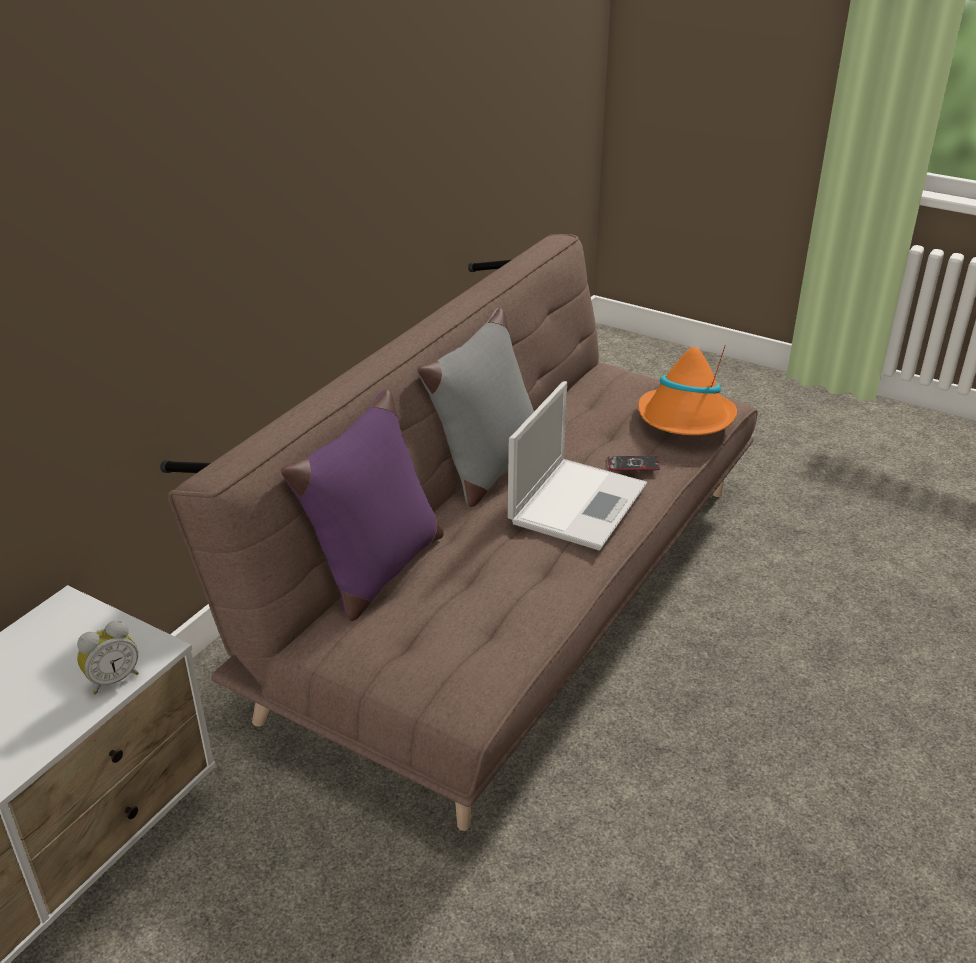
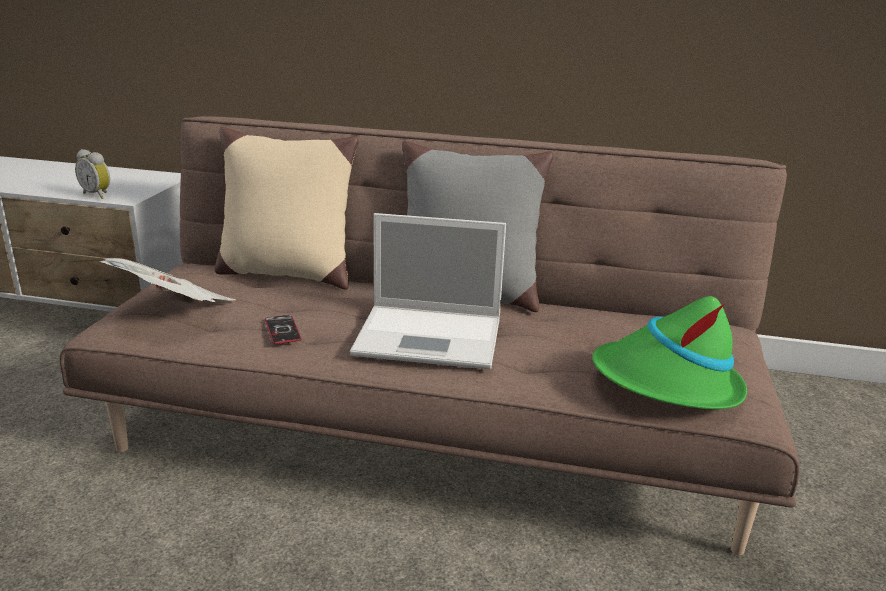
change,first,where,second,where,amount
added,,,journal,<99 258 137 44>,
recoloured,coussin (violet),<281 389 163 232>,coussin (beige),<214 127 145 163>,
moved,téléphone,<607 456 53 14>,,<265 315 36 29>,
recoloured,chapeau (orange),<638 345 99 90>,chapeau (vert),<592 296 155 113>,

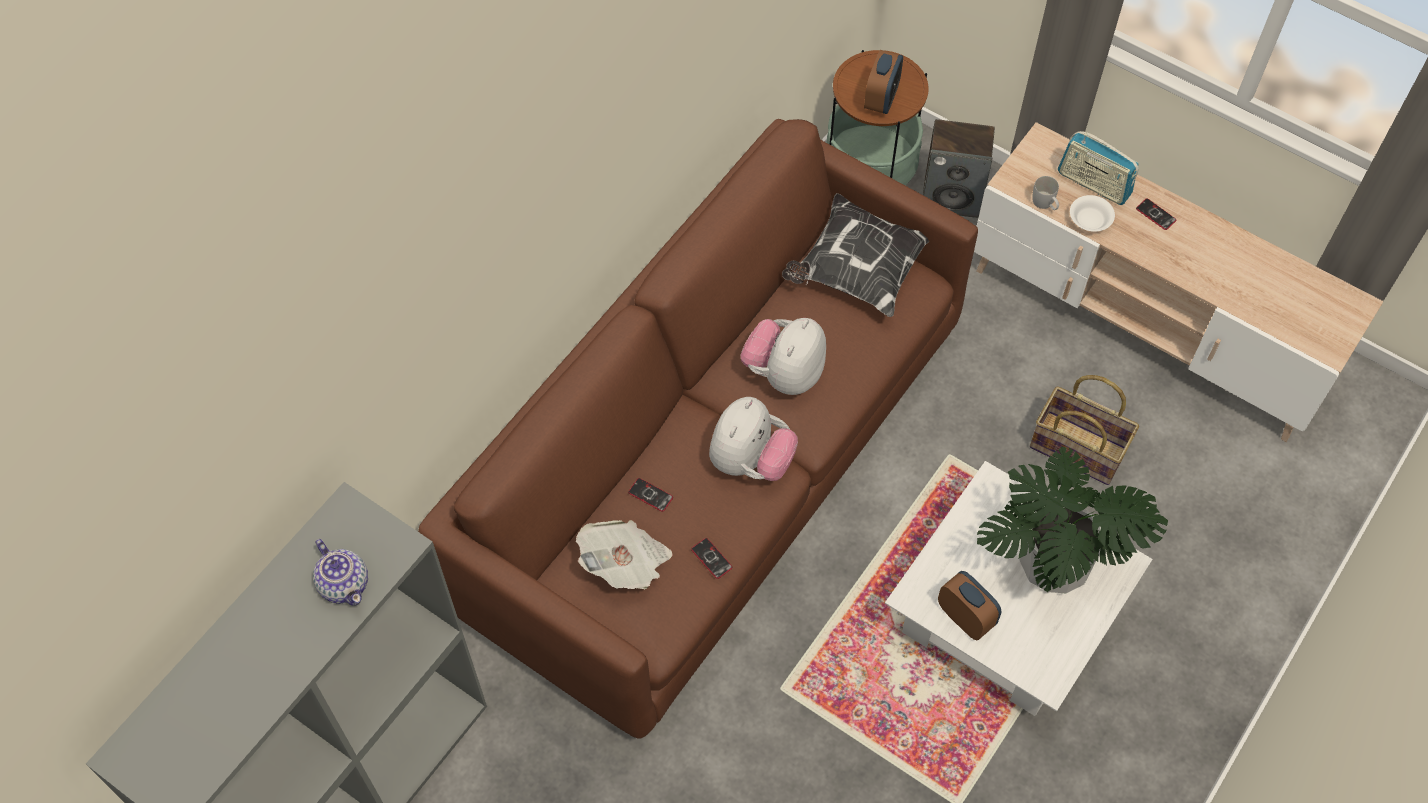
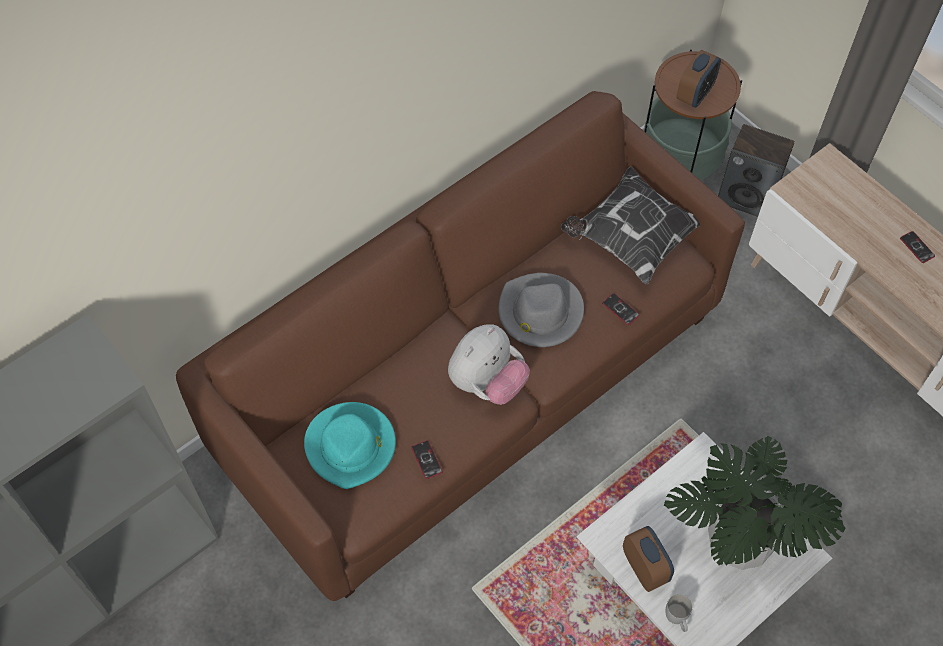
change,first,where,second,where,amount
replaced,journal,<576 520 97 69>,chapeau (turquoise),<304 402 92 87>,
replaced,peluche,<741 318 85 77>,chapeau (gris),<498 273 86 74>,
moved,téléphone,<628 478 45 34>,,<602 293 38 32>,
moved,mug (blanc),<1032 176 27 34>,,<666 594 26 38>,
removed,théière,<313 539 55 67>,,,
removed,panier,<1030 375 109 110>,,,
removed,radio,<1058 131 81 74>,,,
removed,bol (blanc),<1070 195 45 37>,,,

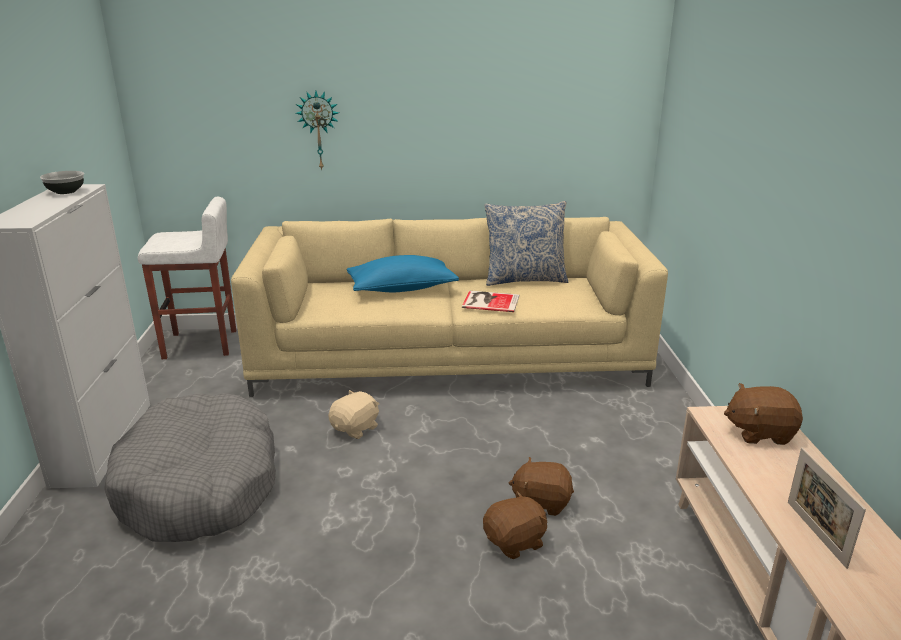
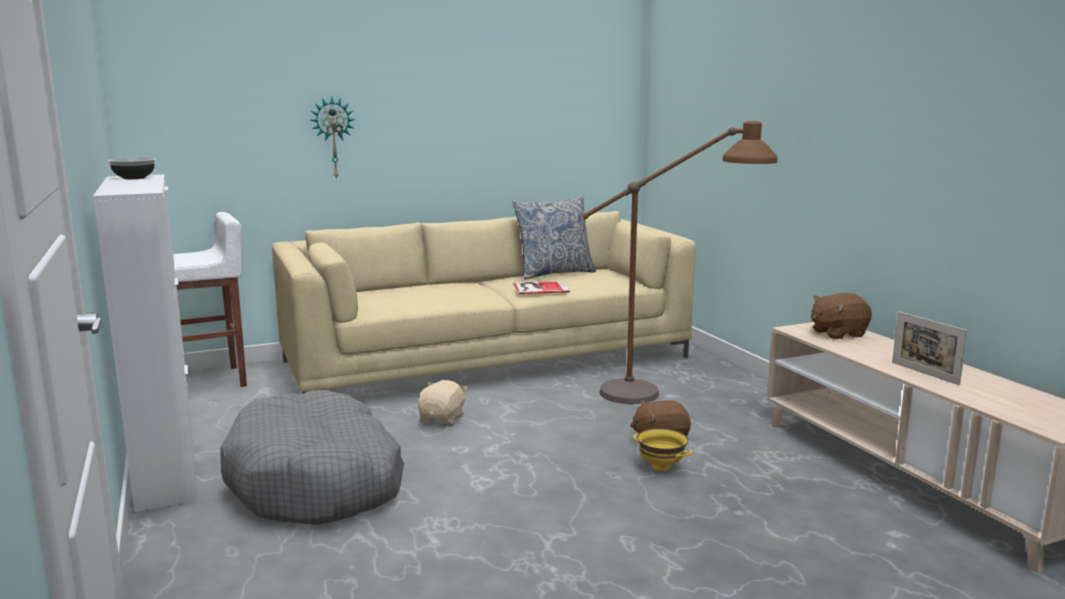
change,first,where,second,where,amount
added,,,lampadaire (marron),<581 121 197 283>,
replaced,peluche (marron),<483 491 64 68>,bol (jaune),<633 428 59 43>,
removed,coussin (bleu),<346 255 113 37>,,,

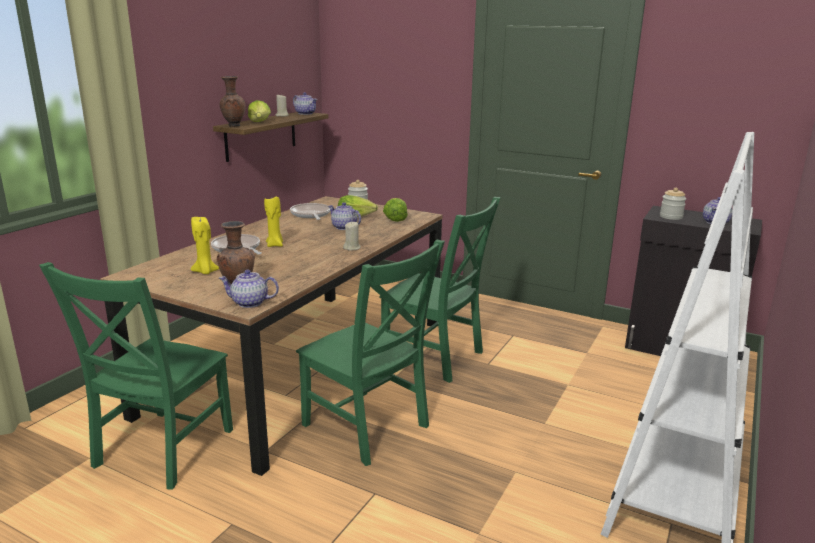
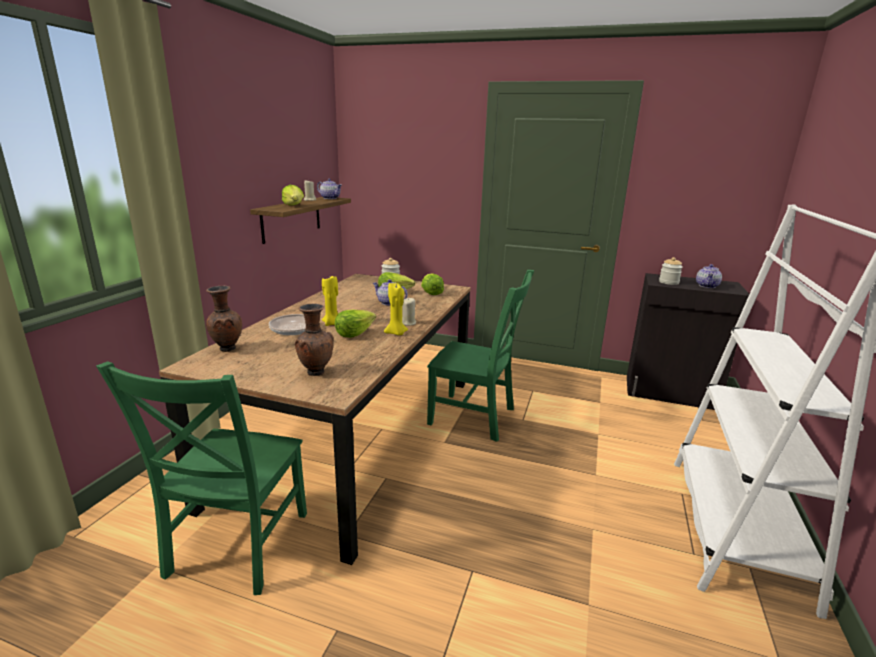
change,first,where,second,where,amount
moved,vase (marron),<220 76 25 51>,,<206 286 36 66>,
added,,,laitue,<335 310 41 28>,
moved,bougie (jaune),<191 217 28 57>,,<384 283 24 52>,
removed,théière,<219 269 60 39>,,,
removed,poêle,<290 203 40 17>,,,
removed,chaise (vert),<296 240 149 226>,,,

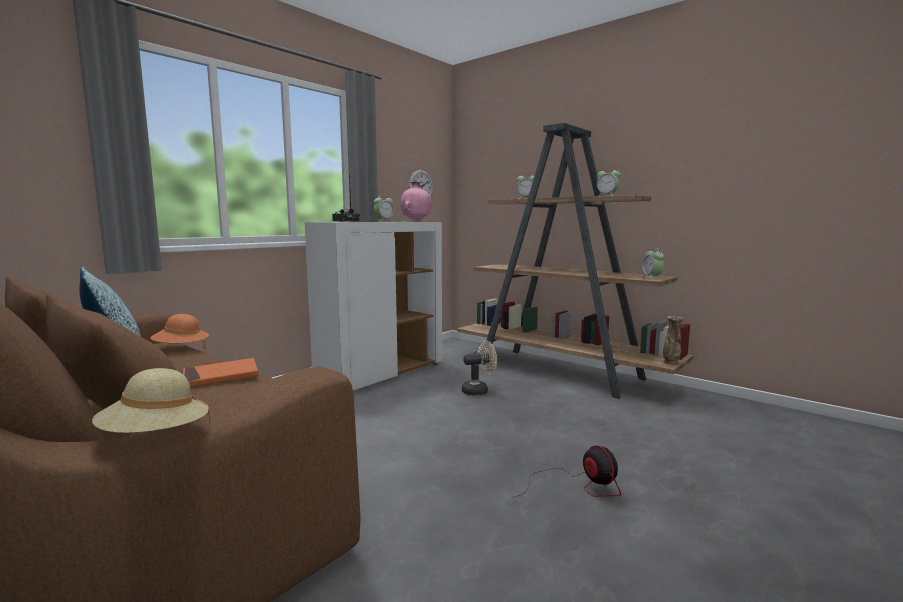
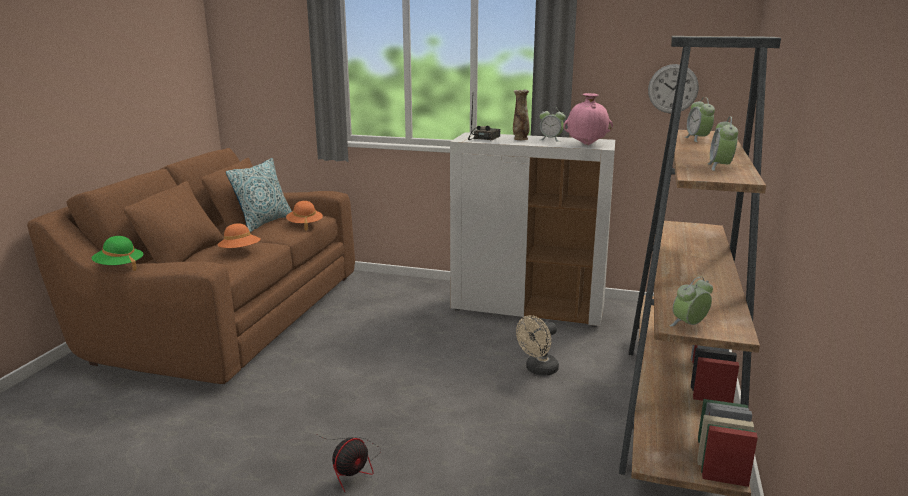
change,first,where,second,where,amount
recoloured,chapeau (beige),<92 368 118 65>,chapeau (vert),<92 236 51 35>,
replaced,livre (orange),<183 358 75 29>,chapeau (orange),<217 223 44 25>,
moved,vase,<663 316 20 49>,,<513 90 16 50>,
turned,ventilateur (beige),<462 341 35 54>,,<516 315 43 61>,90 degrees clockwise

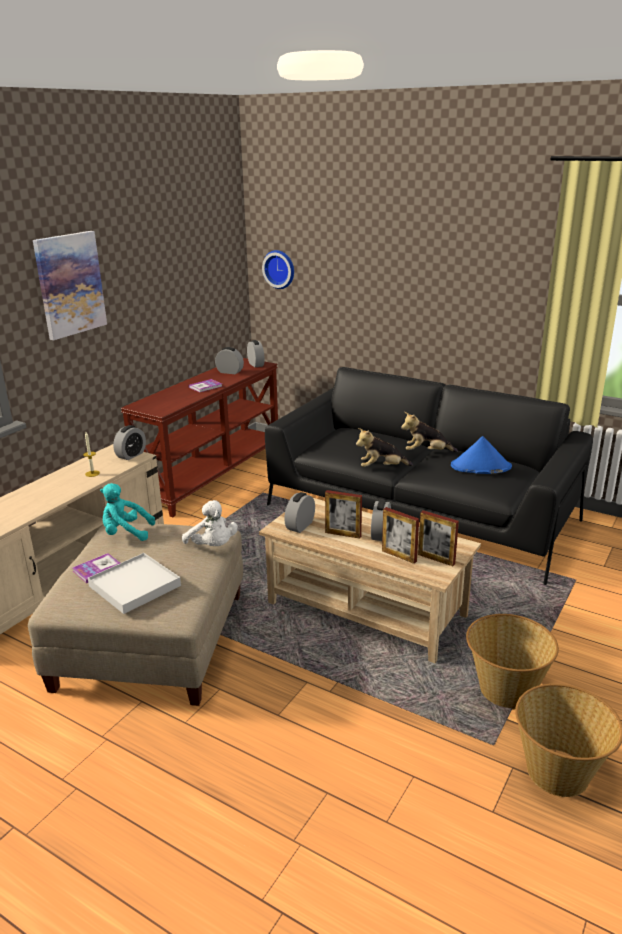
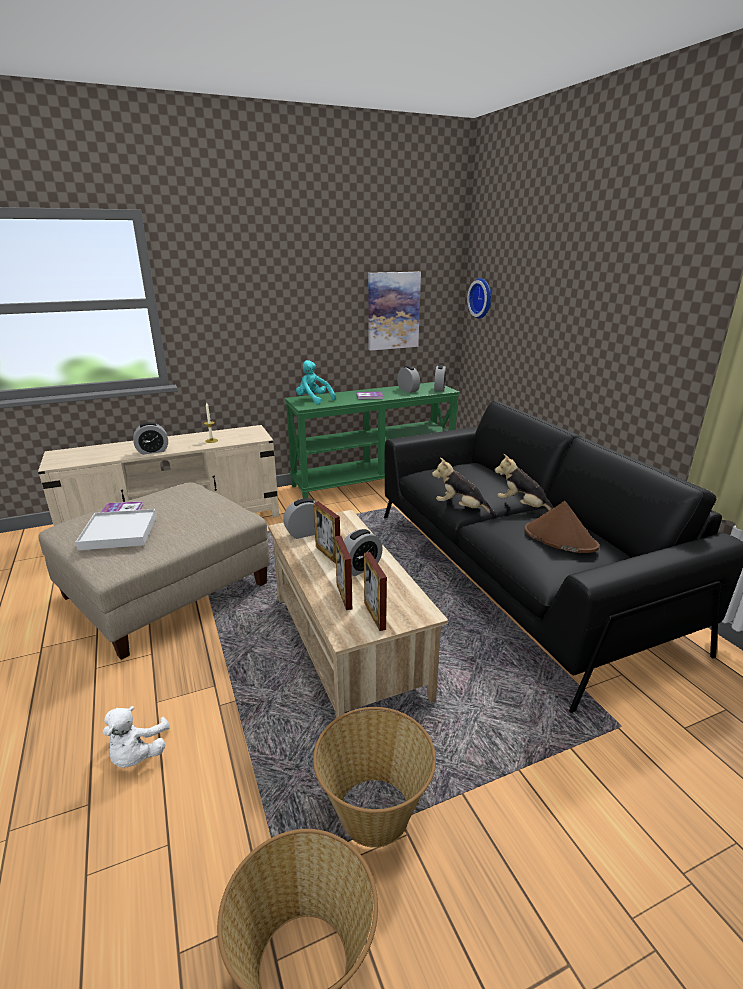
change,first,where,second,where,amount
moved,peluche (blanc),<182 500 56 46>,,<103 706 67 62>,
moved,réveil,<113 425 33 35>,,<133 422 35 33>,
recoloured,table console (marron),<120 358 158 159>,table console (vert),<284 382 176 116>,
moved,peluche (turquoise),<100 483 55 58>,,<296 360 40 44>,
moved,tableau,<33 231 74 109>,,<368 272 53 79>,
recoloured,chapeau (bleu),<451 436 61 38>,chapeau (marron),<524 501 75 52>,

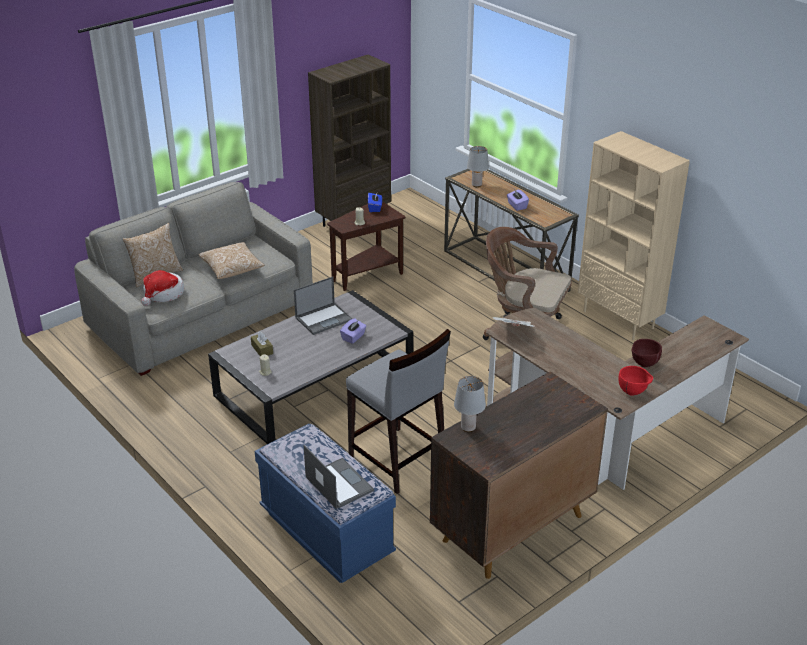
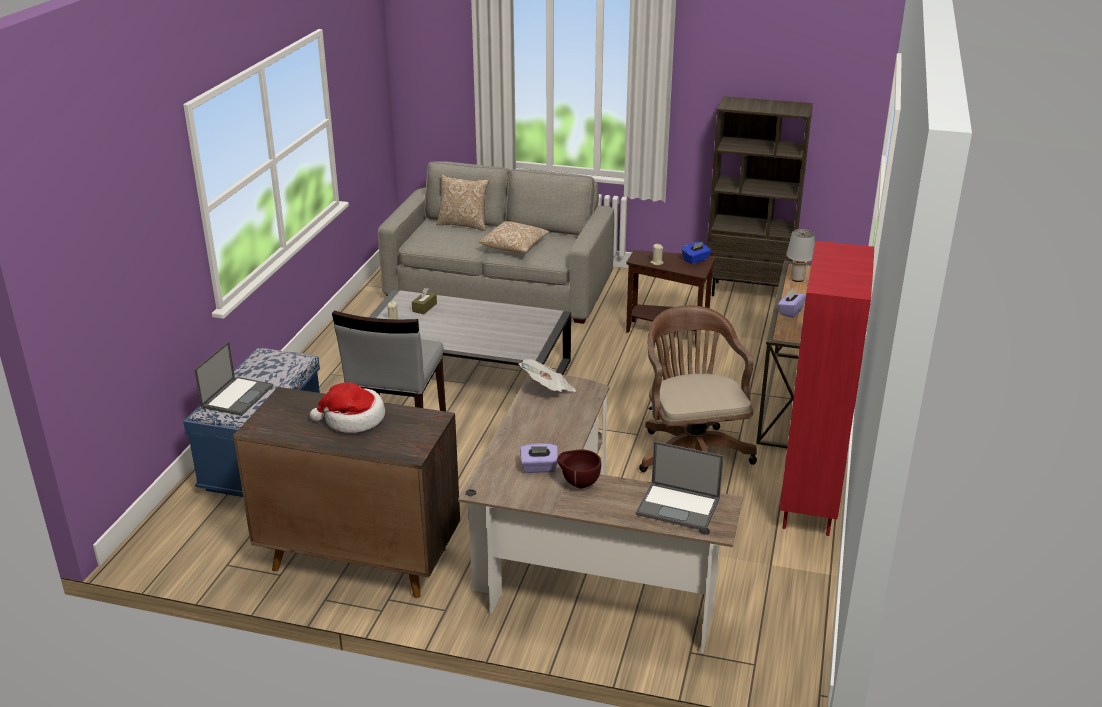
change,first,where,second,where,amount
moved,chapeau,<141 270 43 36>,,<310 382 75 51>,
moved,boîte à mouchoirs (violet),<340 318 26 26>,,<520 443 38 30>,
moved,ordinateur portable,<294 277 58 58>,,<636 441 87 90>,
recoloured,bibliothèque (beige),<578 131 112 209>,bibliothèque (rouge),<780 241 94 295>,
removed,lampe de table (gris),<454 376 32 56>,,,
removed,bol (rouge),<619 366 34 30>,,,

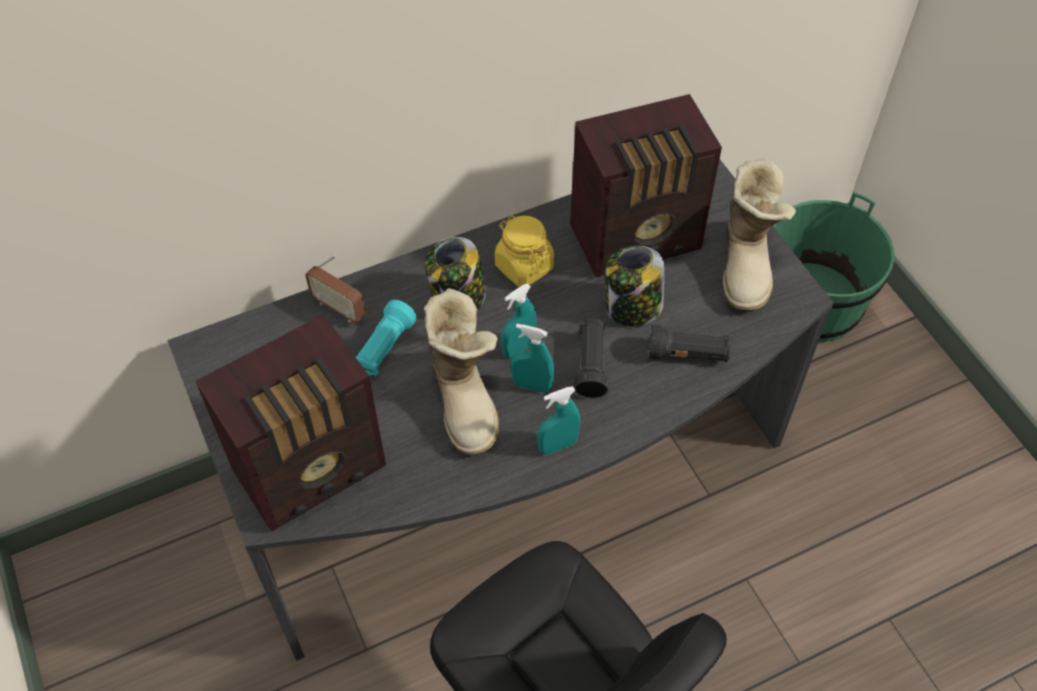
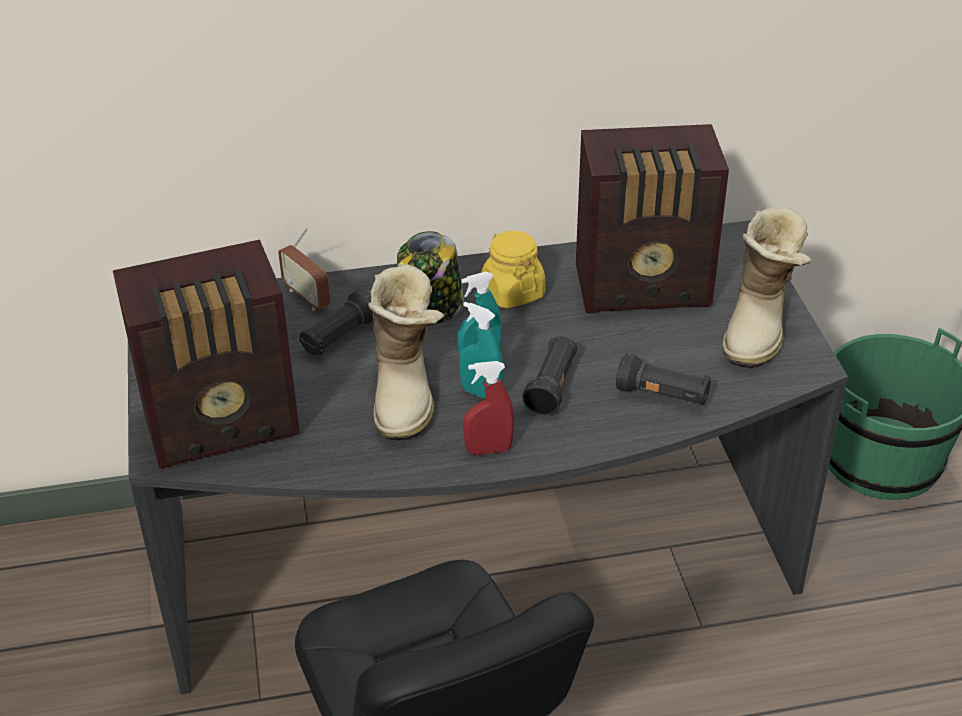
change,first,where,second,where,amount
recoloured,lampe de poche (turquoise),<356 300 61 76>,lampe de poche (noir),<299 288 74 67>,
recoloured,vaporisateur (turquoise),<537 386 43 69>,vaporisateur (rouge),<463 361 51 94>,
removed,bocal,<605 246 59 81>,,,

